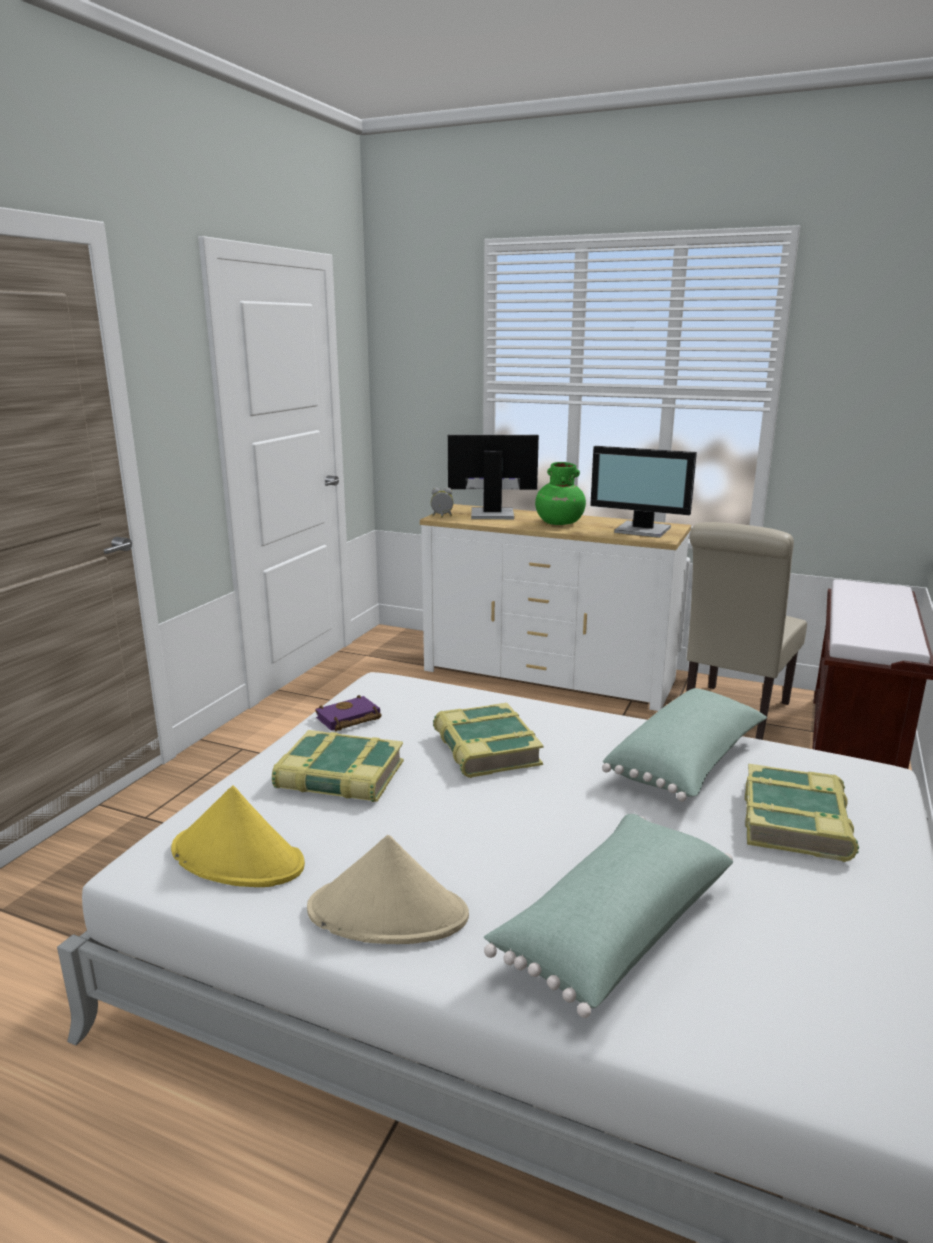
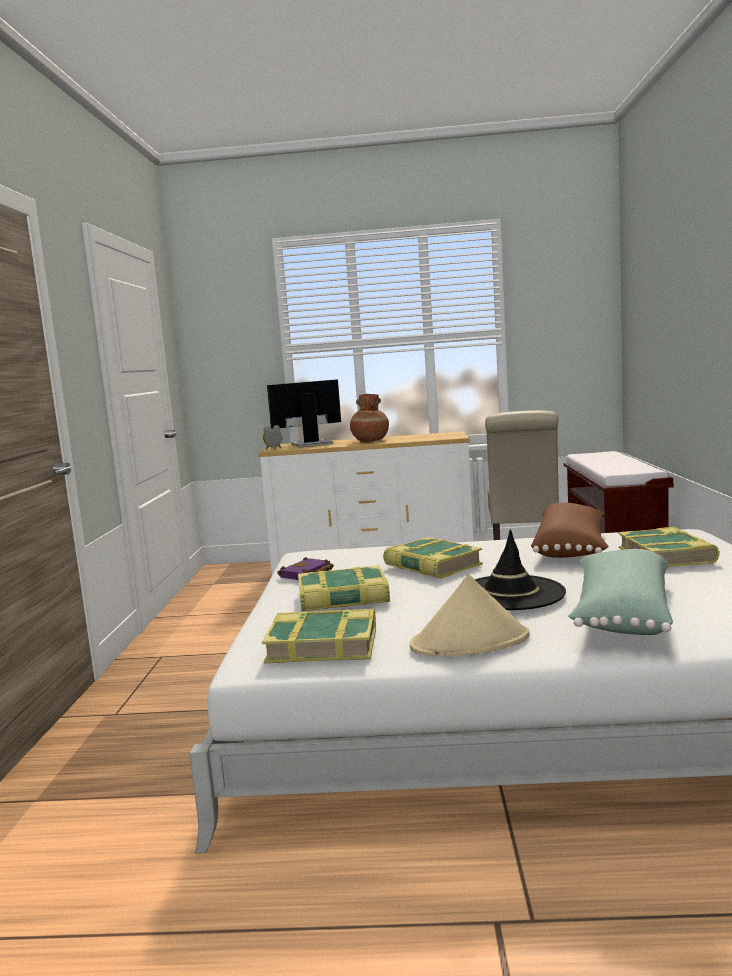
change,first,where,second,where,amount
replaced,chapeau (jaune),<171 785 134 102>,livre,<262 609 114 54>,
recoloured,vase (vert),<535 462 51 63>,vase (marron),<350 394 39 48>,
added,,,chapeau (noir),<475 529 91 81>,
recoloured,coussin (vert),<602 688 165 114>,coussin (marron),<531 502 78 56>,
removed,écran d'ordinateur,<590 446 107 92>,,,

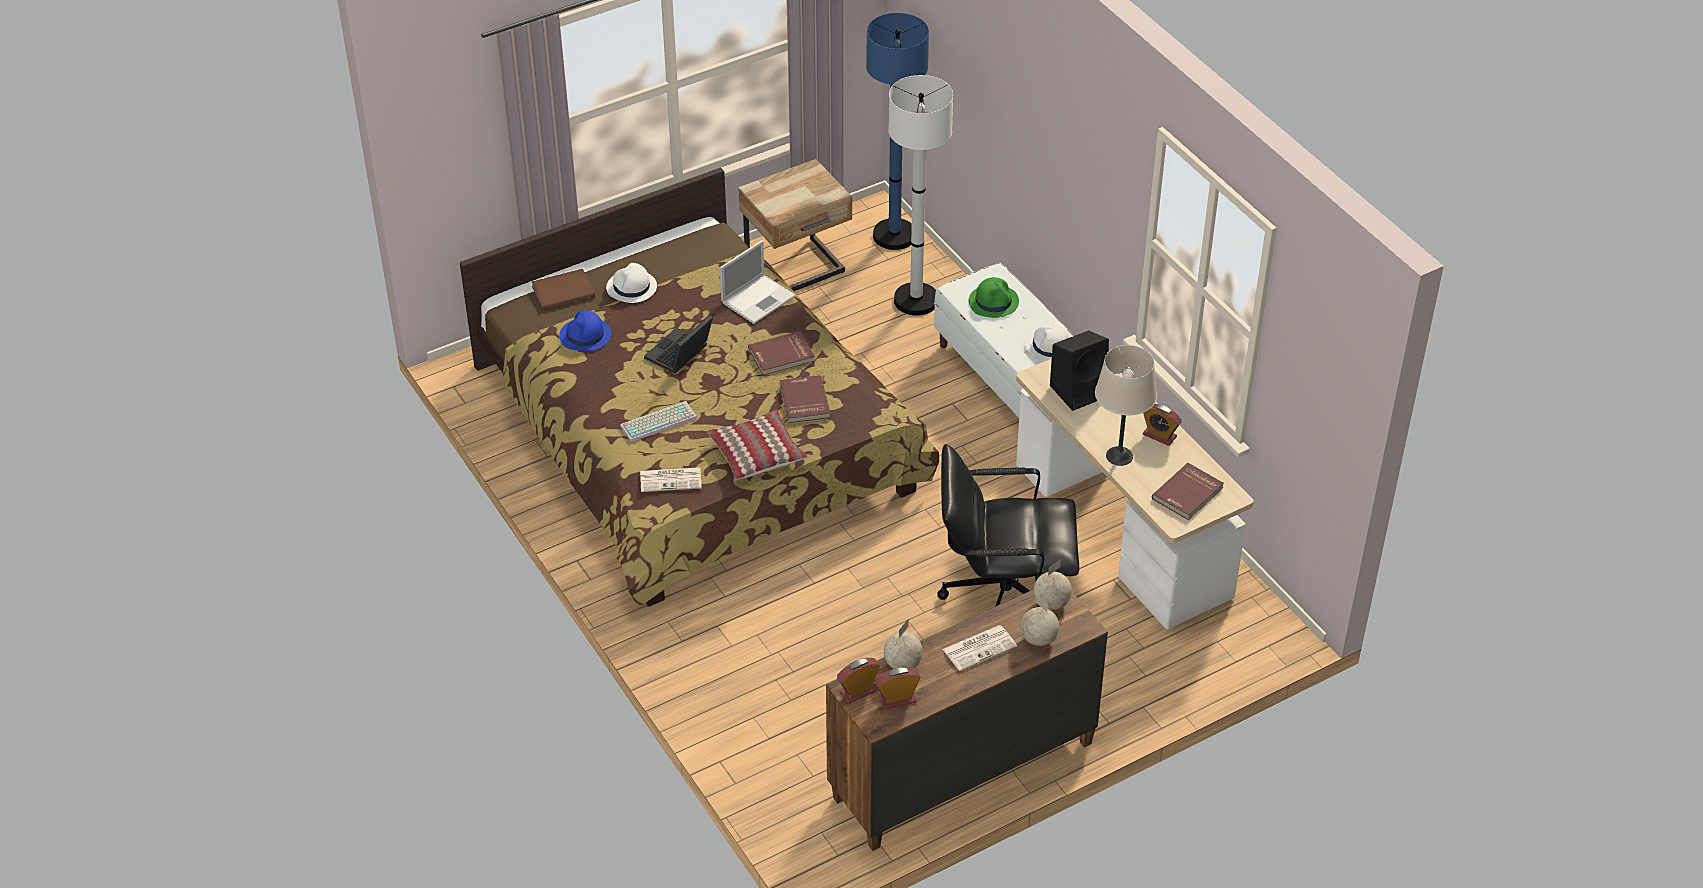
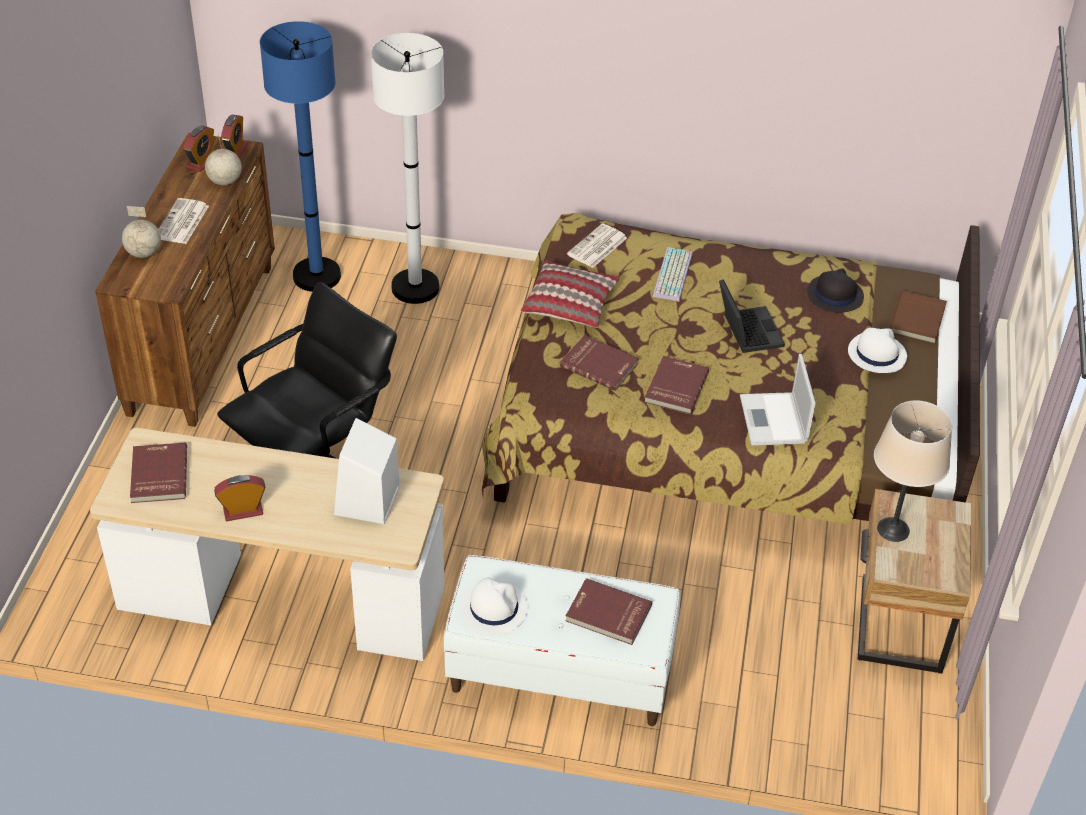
change,first,where,second,where,amount
moved,lampadaire (bleu),<866 13 63 237>,,<260 21 81 271>,
recoloured,enceinte (noir),<1050 331 59 80>,enceinte (blanc),<334 418 65 106>,
moved,lampadaire (blanc),<888 75 65 241>,,<371 33 73 271>,
replaced,chapeau (vert),<969 277 50 41>,livre (rouge),<565 578 87 67>,
recoloured,chapeau (bleu),<559 310 52 41>,chapeau (noir),<807 268 57 44>,
moved,lampe de table (beige),<1095 345 62 121>,,<874 400 78 142>,
removed,globe,<1034 559 38 51>,,,

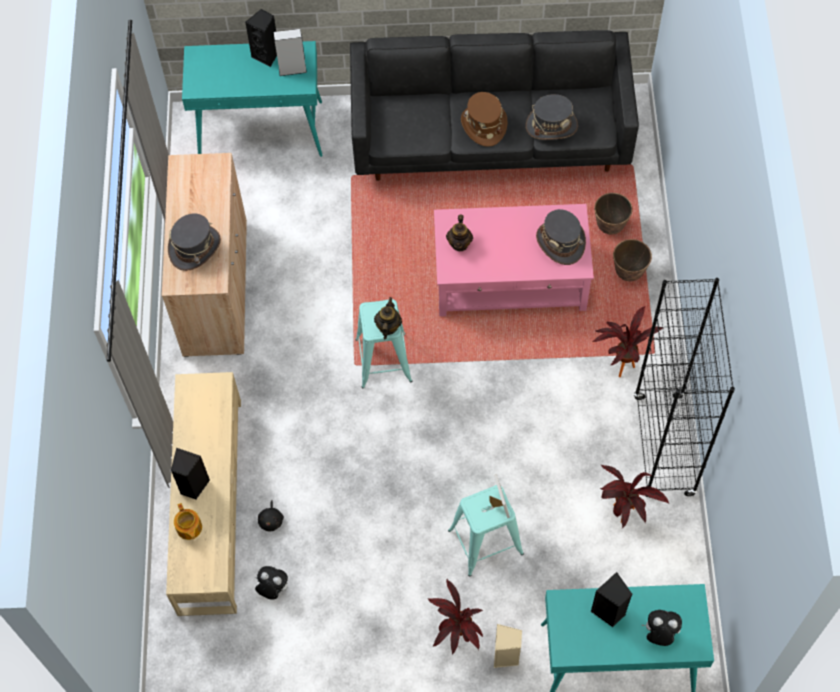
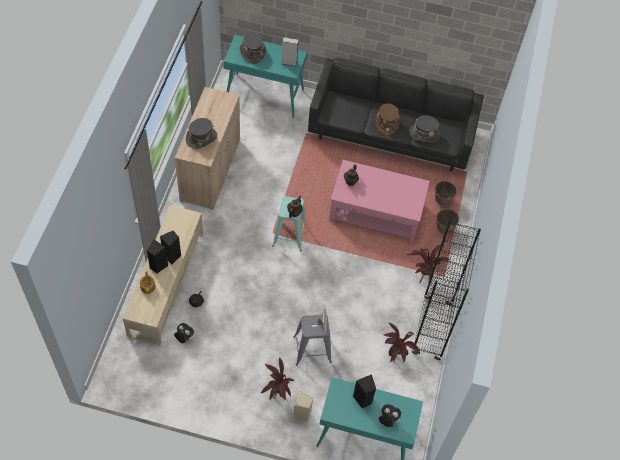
change,first,where,second,where,amount
moved,enceinte (noir),<245 9 32 58>,,<160 231 21 34>,
moved,chapeau (gris),<536 209 50 56>,,<239 32 27 32>,
recoloured,tabouret (turquoise),<448 485 76 92>,tabouret (gris),<293 314 39 51>,

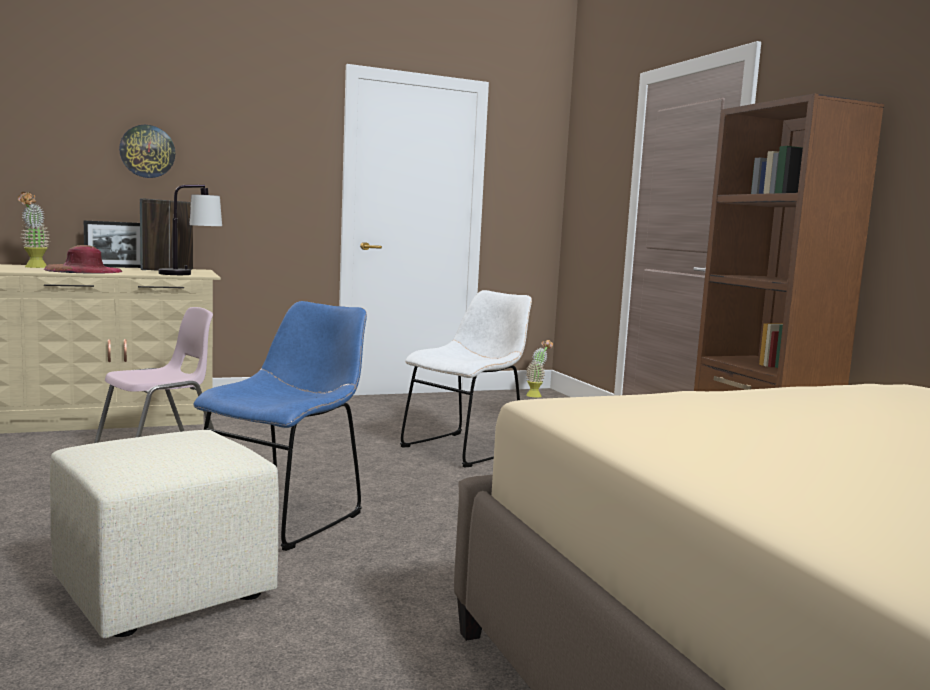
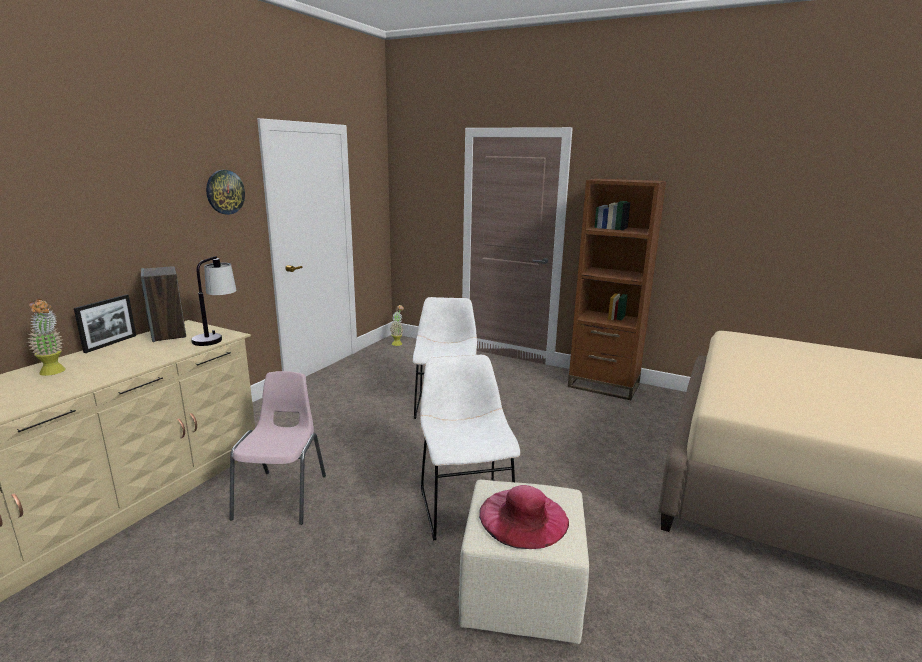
change,first,where,second,where,amount
moved,horloge murale,<119 125 56 53>,,<206 170 39 45>,
recoloured,chaise (bleu),<193 301 174 250>,chaise (blanc),<420 354 101 187>,
added,,,chapeau (rose),<479 485 90 64>,
removed,chapeau (marron),<44 245 79 29>,,,

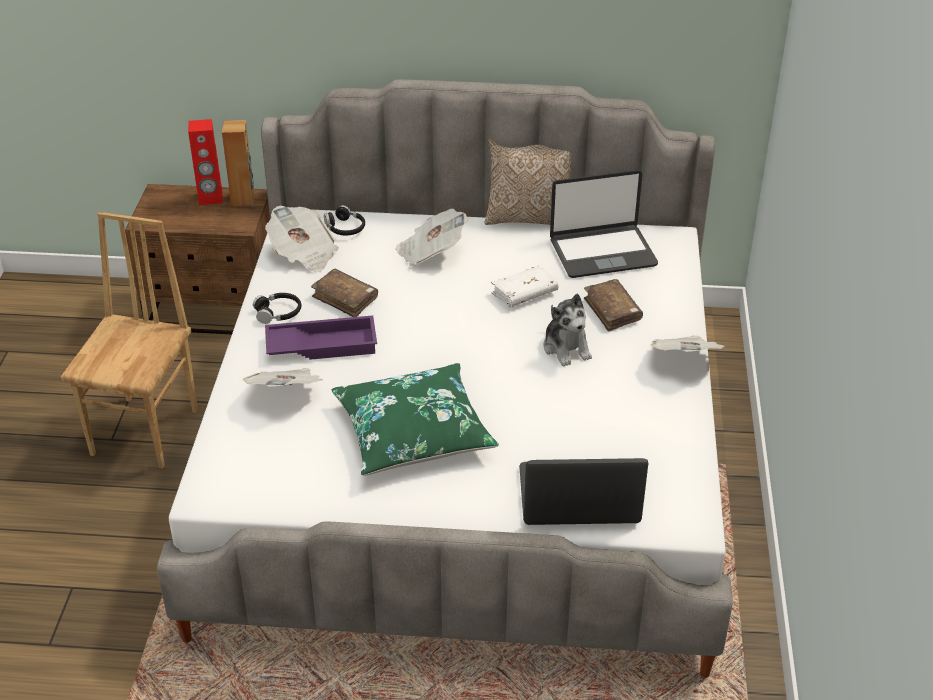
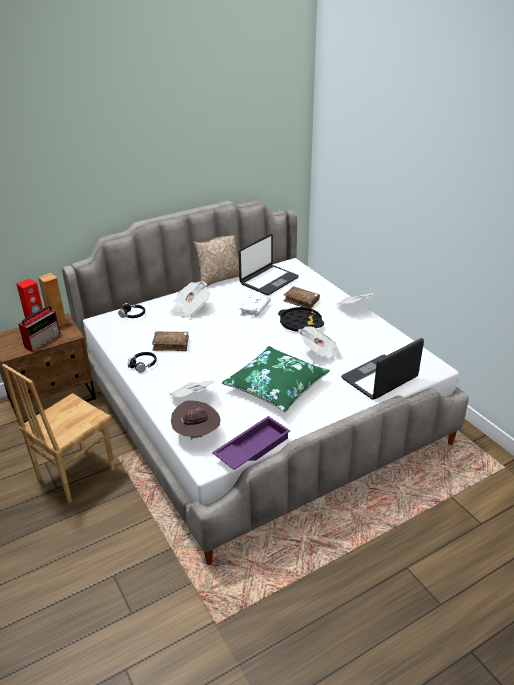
change,first,where,second,where,amount
turned,chaise (marron),<61 212 137 257>,,<2 364 113 139>,120 degrees counterclockwise
added,,,radio,<18 305 43 47>,
added,,,chapeau (marron),<171 401 49 39>,
moved,plateau (violet),<265 315 112 45>,,<212 416 78 54>,
replaced,peluche,<543 294 49 72>,plateau (noir),<278 307 46 25>,
moved,journal,<265 205 74 67>,,<298 326 45 33>,

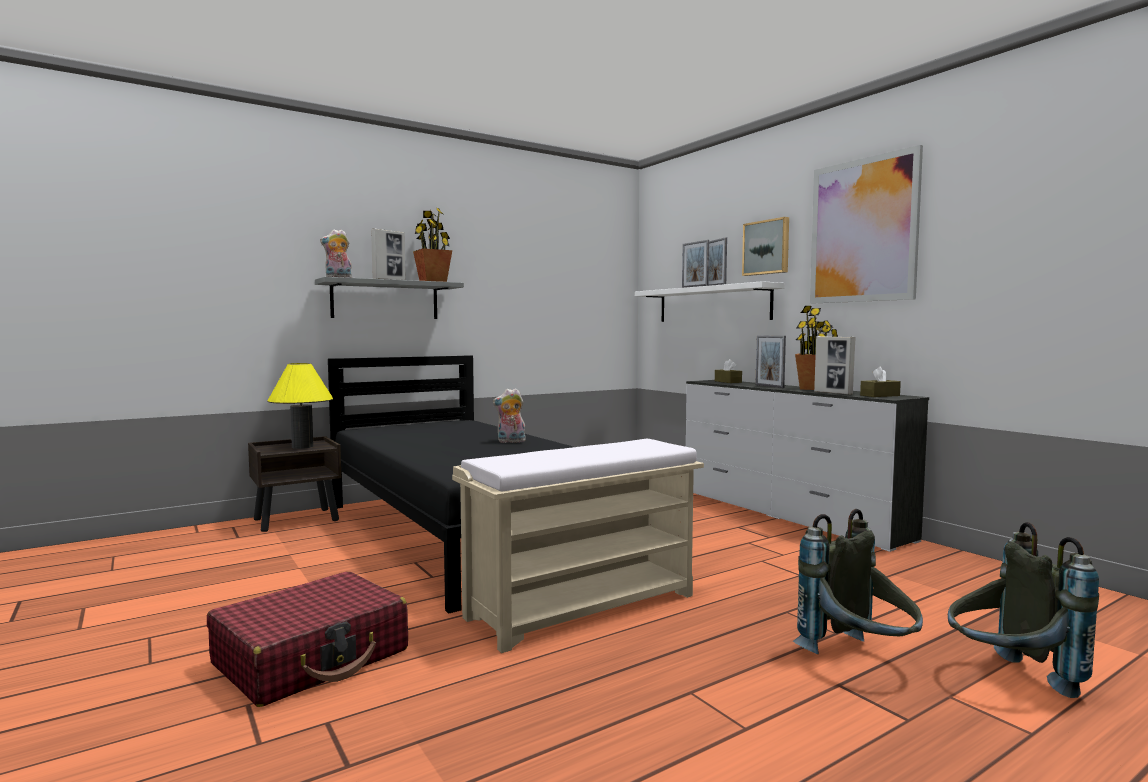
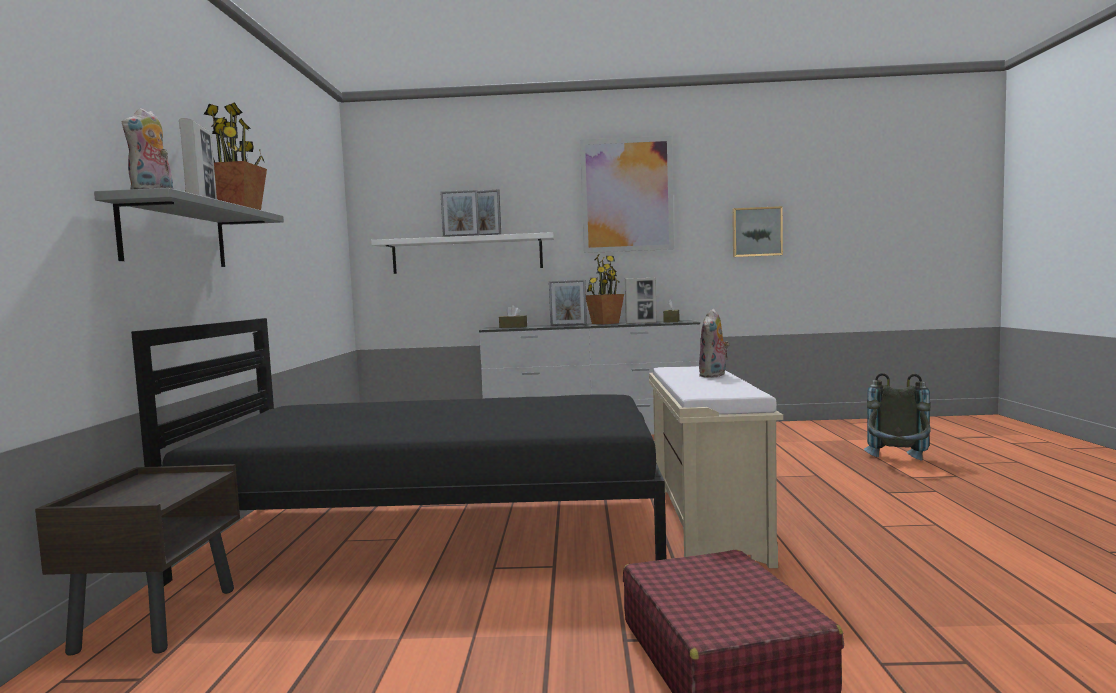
change,first,where,second,where,amount
moved,peluche,<493 388 33 55>,,<699 309 30 69>,
moved,tableau,<742 217 47 59>,,<732 206 51 51>,
removed,lampe de table (jaune),<267 363 66 86>,,,
removed,sac à dos (gris),<793 509 130 145>,,,

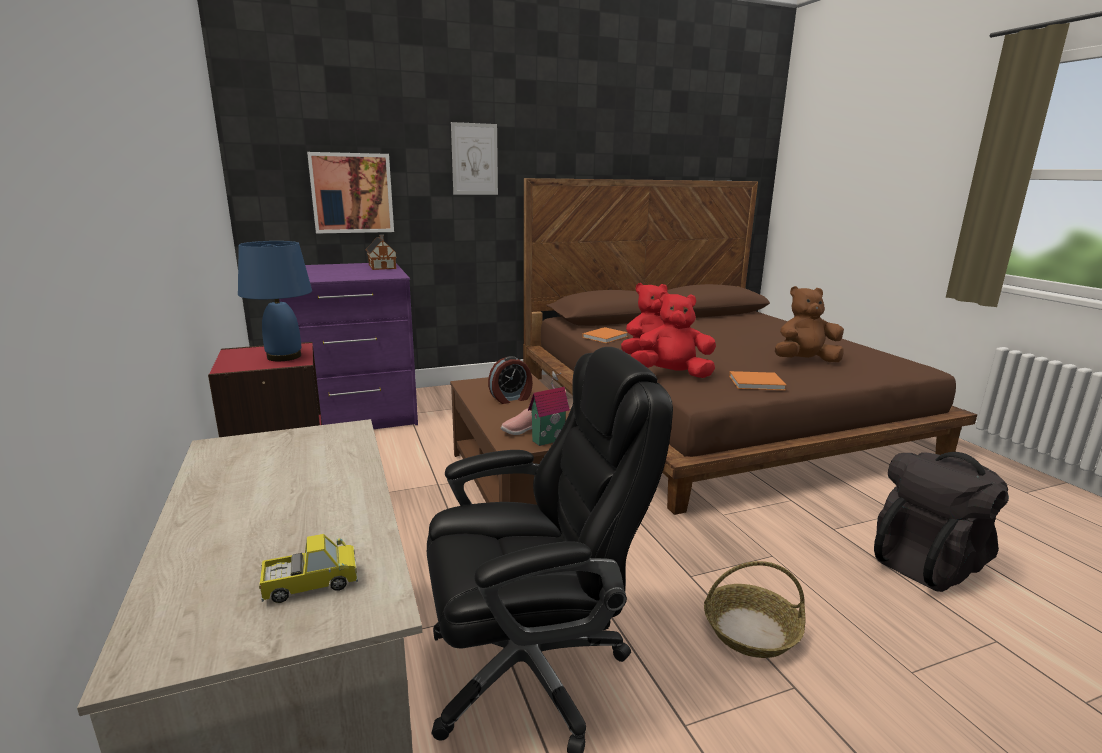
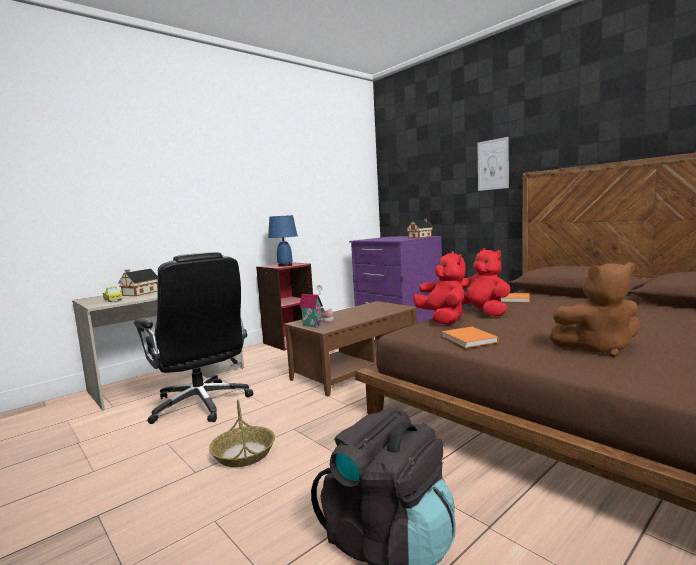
change,first,where,second,where,amount
added,,,maison miniature,<118 269 40 27>,
turned,peluche (marron),<775 286 69 76>,,<550 262 90 95>,120 degrees clockwise
removed,tableau,<307 152 87 81>,,,
removed,réveil,<488 356 45 48>,,,

